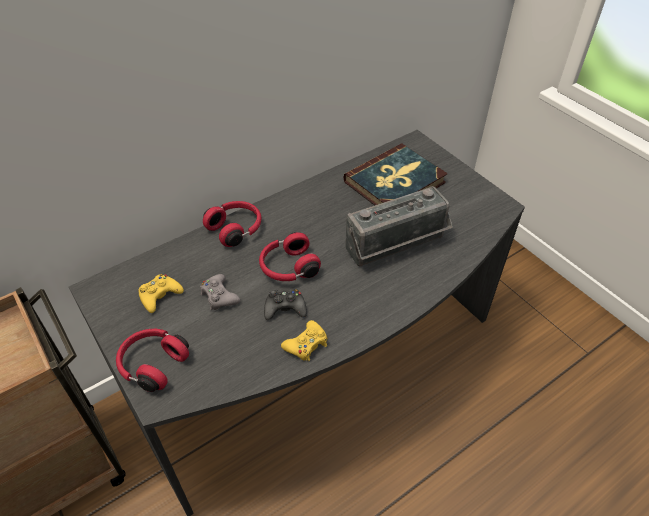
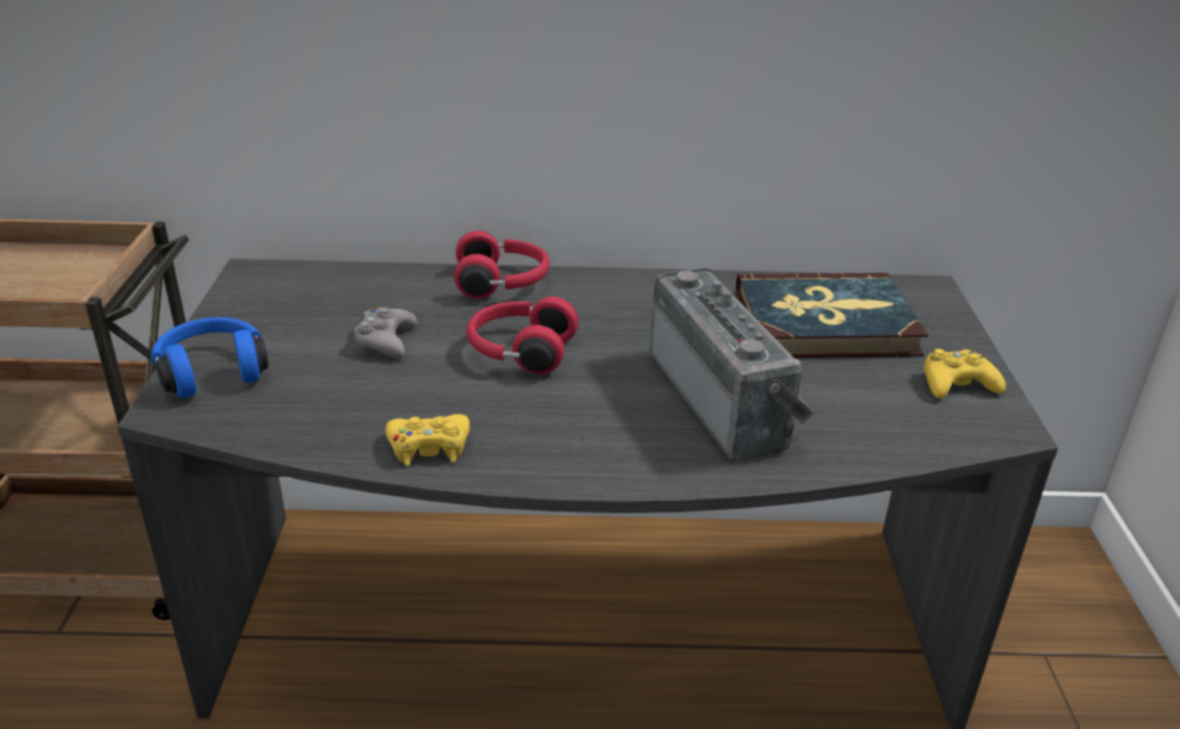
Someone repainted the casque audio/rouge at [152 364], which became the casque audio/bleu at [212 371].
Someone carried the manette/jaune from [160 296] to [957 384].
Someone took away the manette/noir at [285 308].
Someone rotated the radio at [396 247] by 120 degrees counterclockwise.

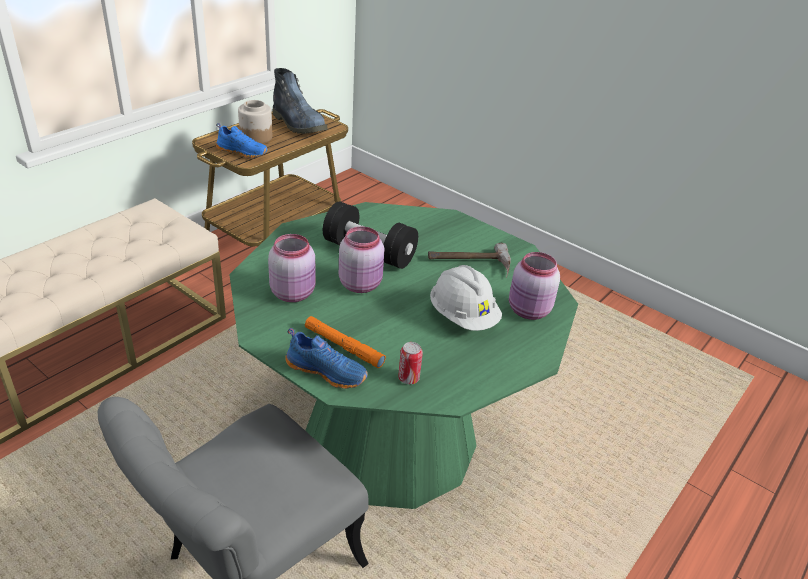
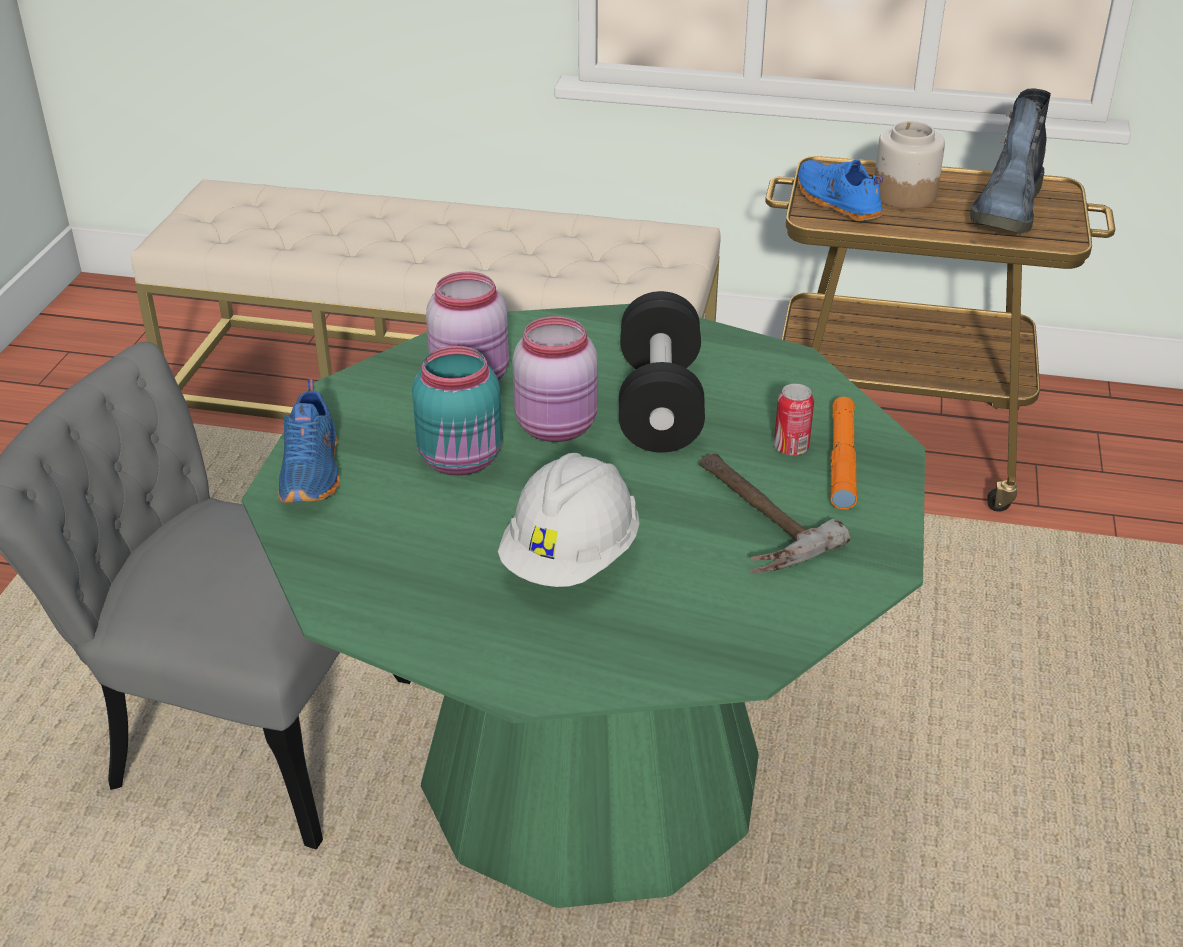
Someone rotated the chaussure/bleu at [243 152] by 150 degrees clockwise.
Someone carried the lampe de poche/orange from [344 346] to [842 460].
Someone carried the boîte métallique from [408 378] to [791 448].
Someone took away the bocal/rose at [529 311].
Someone put down the bocal/turquoise at [462 460].

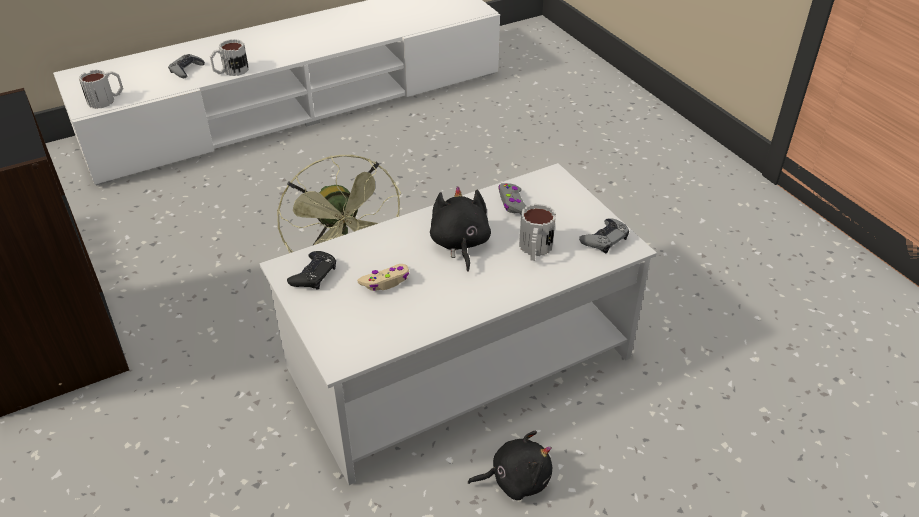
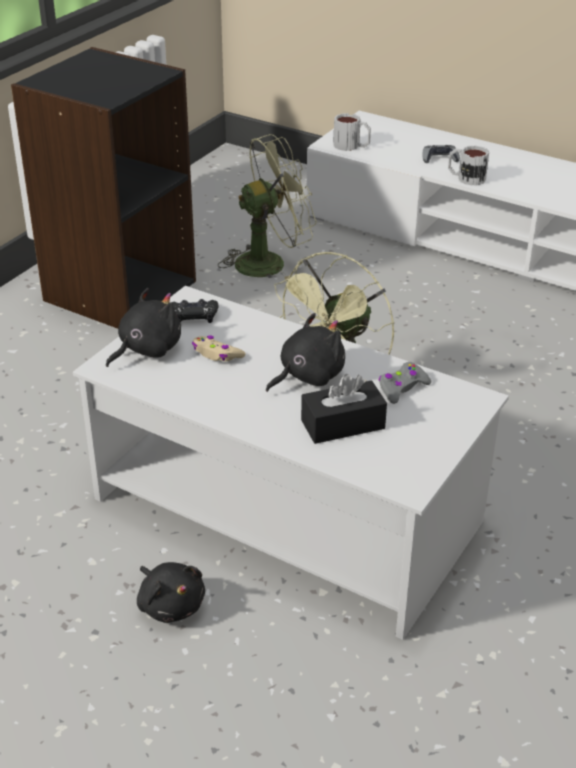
Someone swapped the mug at [535 250] for the boîte à mouchoirs/noir at [343 424].
Someone took away the manette/gris at [604 239].
Someone put down the peluche/noir at [146 349].
Someone put down the ventilateur/vert at [269 262].

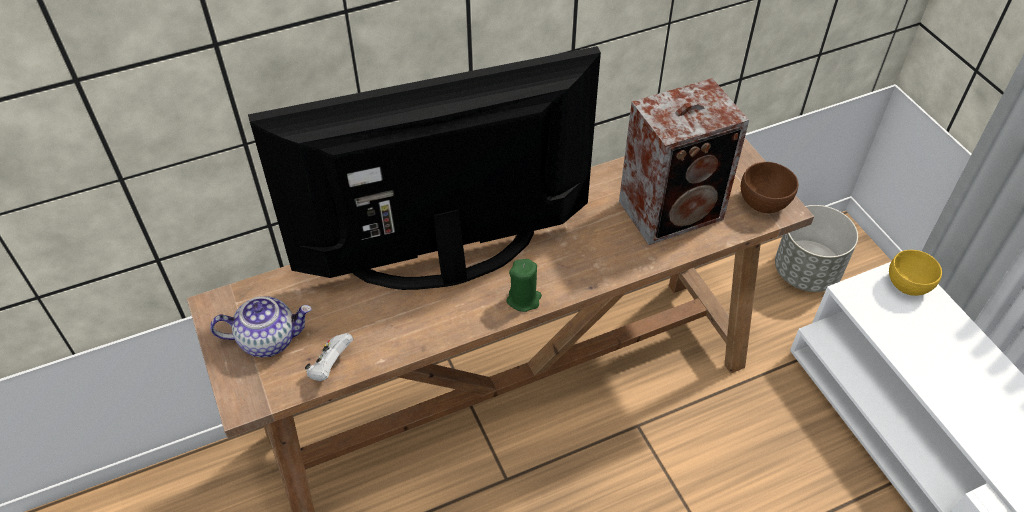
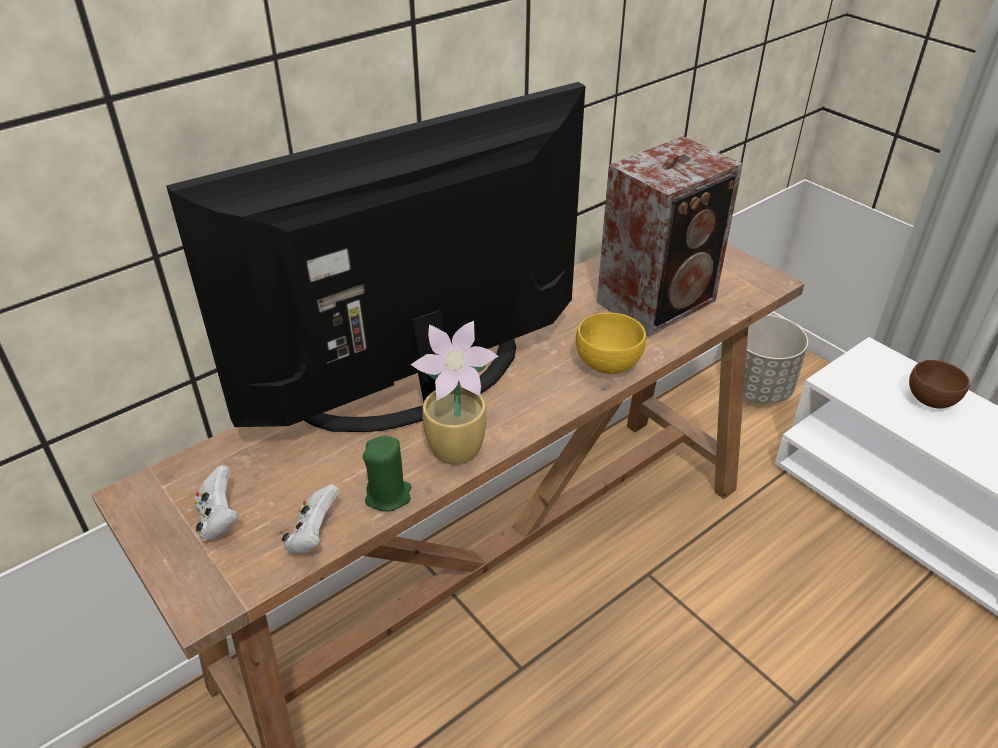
Someone swapped the théière at [269 339] for the manette/blanc at [219 519].
Someone carried the bougie/vert from [524 299] to [388 496].
Someone carried the bol/marron from [762 203] to [930 400].
Someone carried the bol/jaune from [907 286] to [607 365].
Someone put down the plante en pot at [458 449].

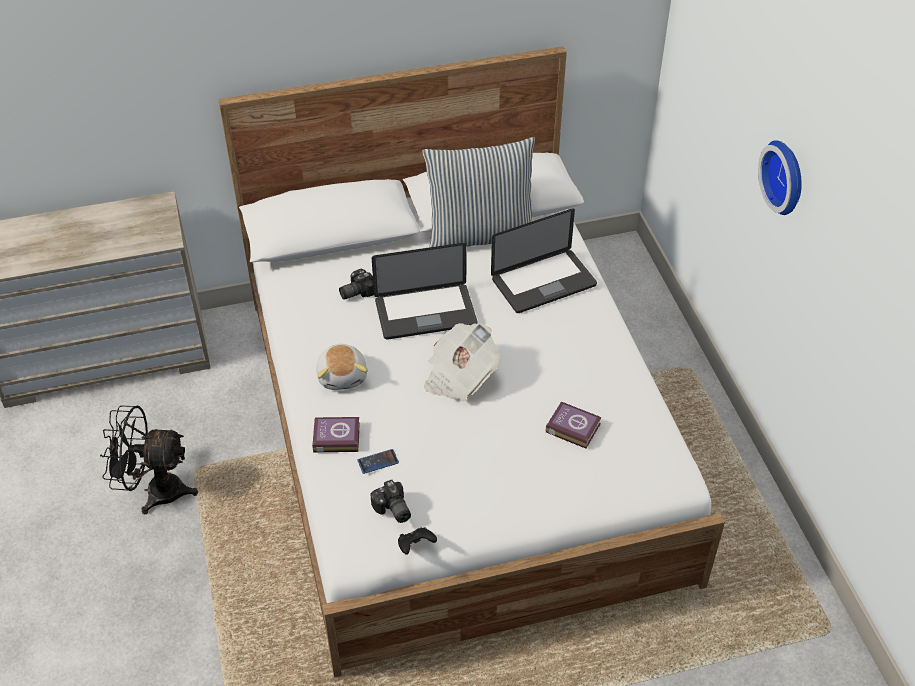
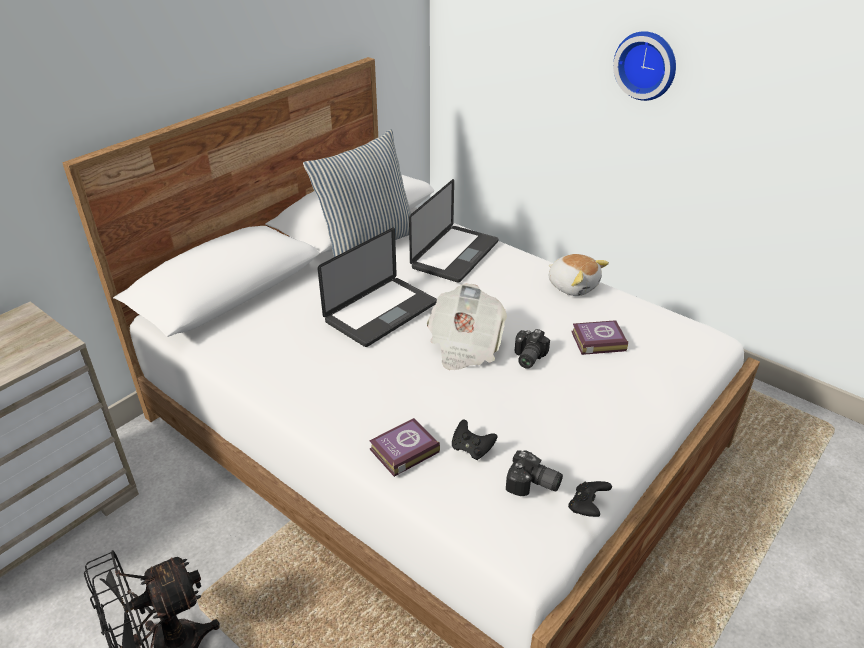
Someone carried the peluche from [343 375] to [573 286].
Someone carried the appareil photo from [355 291] to [527 357].
Someone swapped the téléphone at [378 461] for the manette/noir at [472 449].

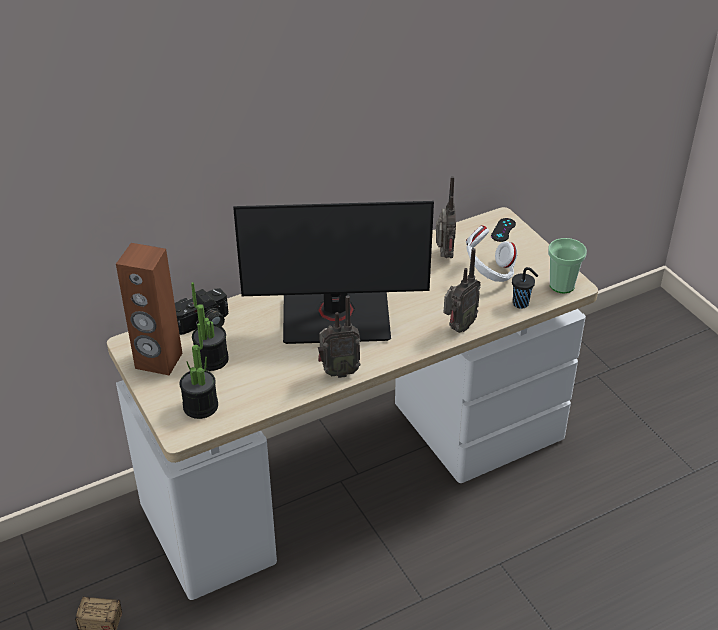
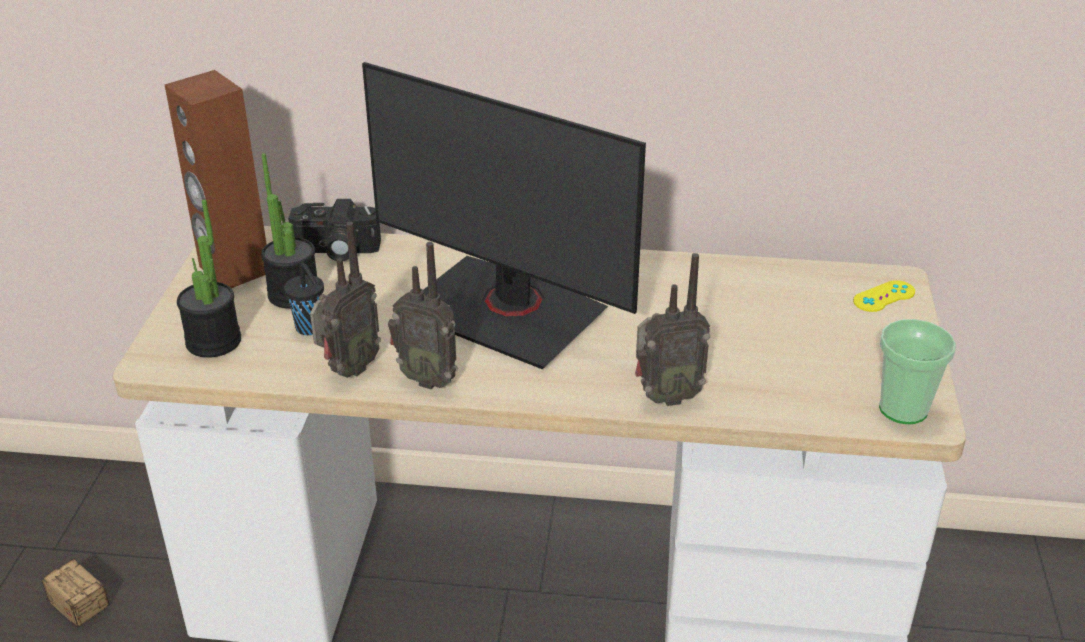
Someone carried the radio from [444 256] to [348 370].
Someone took away the casque audio/blanc at [489 273].
Someone repainted the manette/noir at [503 230], which became the manette/jaune at [884 296].
Someone carried the tasse/noir from [521 304] to [310 329].

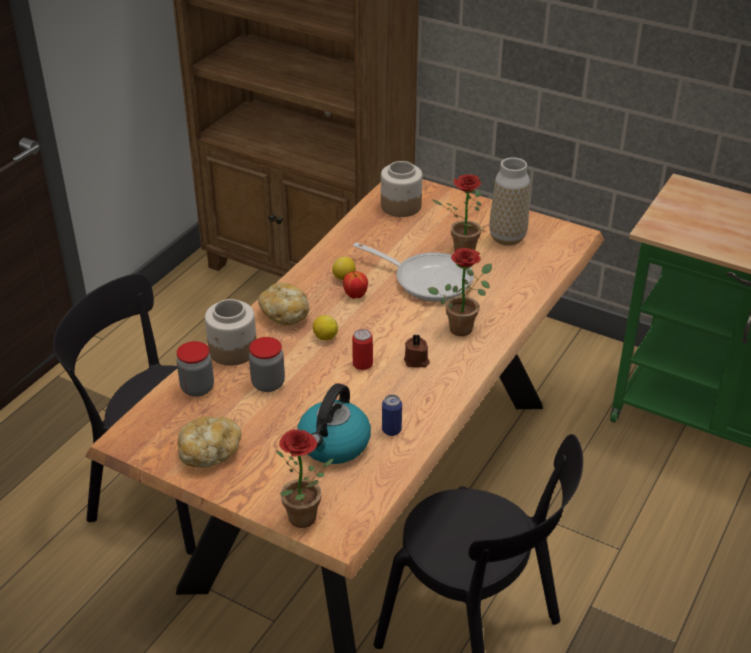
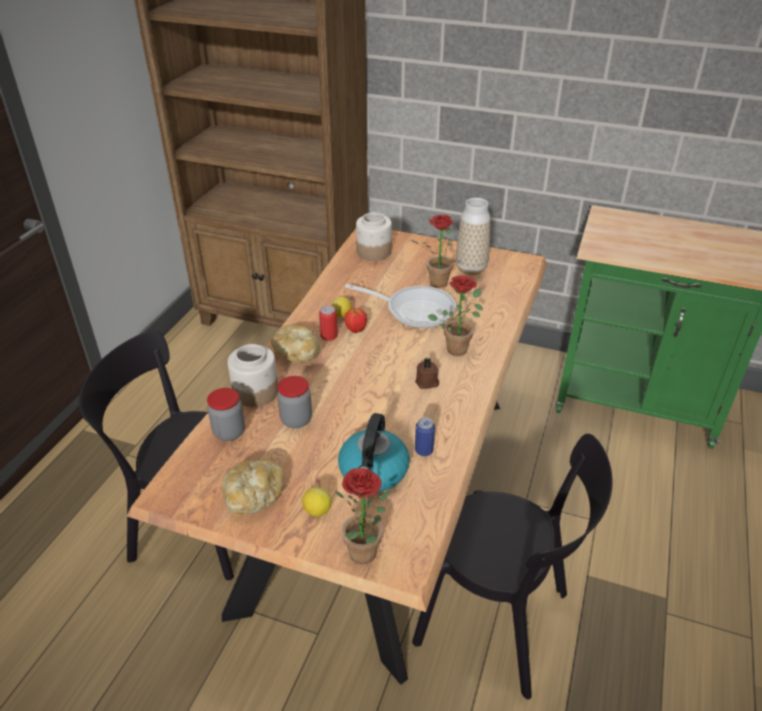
Someone carried the citron from [325 337] to [317 510].
Someone carried the boîte métallique from [362 364] to [329 336].

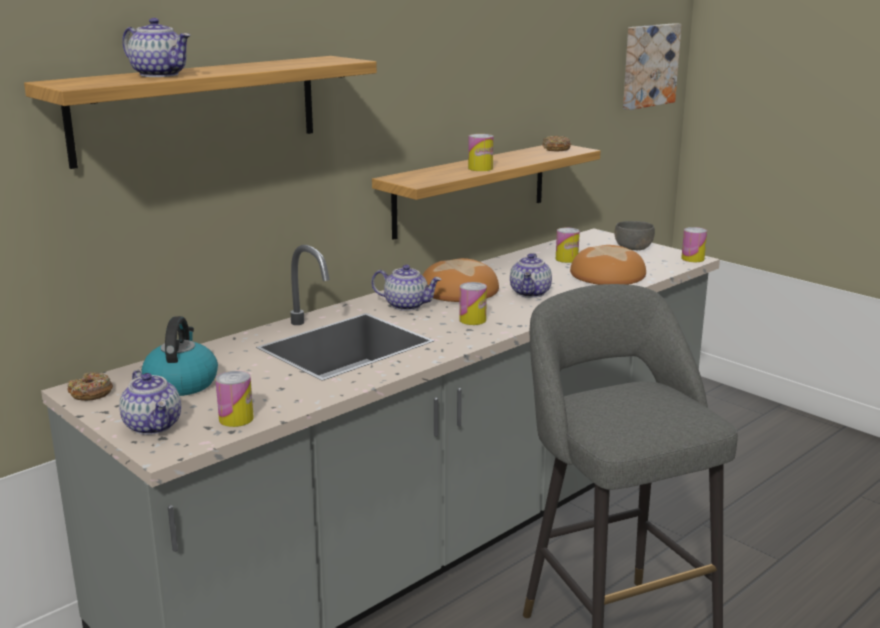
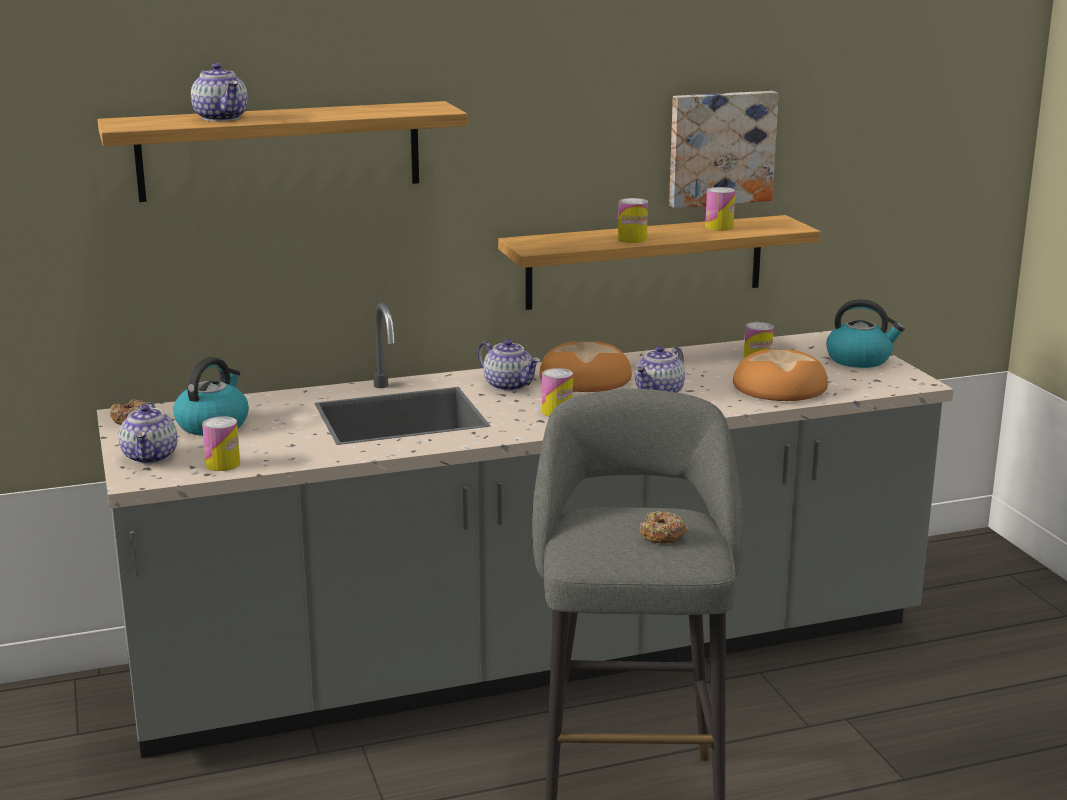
Someone carried the beignet from [556 149] to [662 535].
Someone swapped the bol/gris at [632 248] for the bouilloire at [859 359].
Someone carried the tableau from [648 65] to [720 148].
Someone carried the boîte métallique from [692 259] to [719 227].

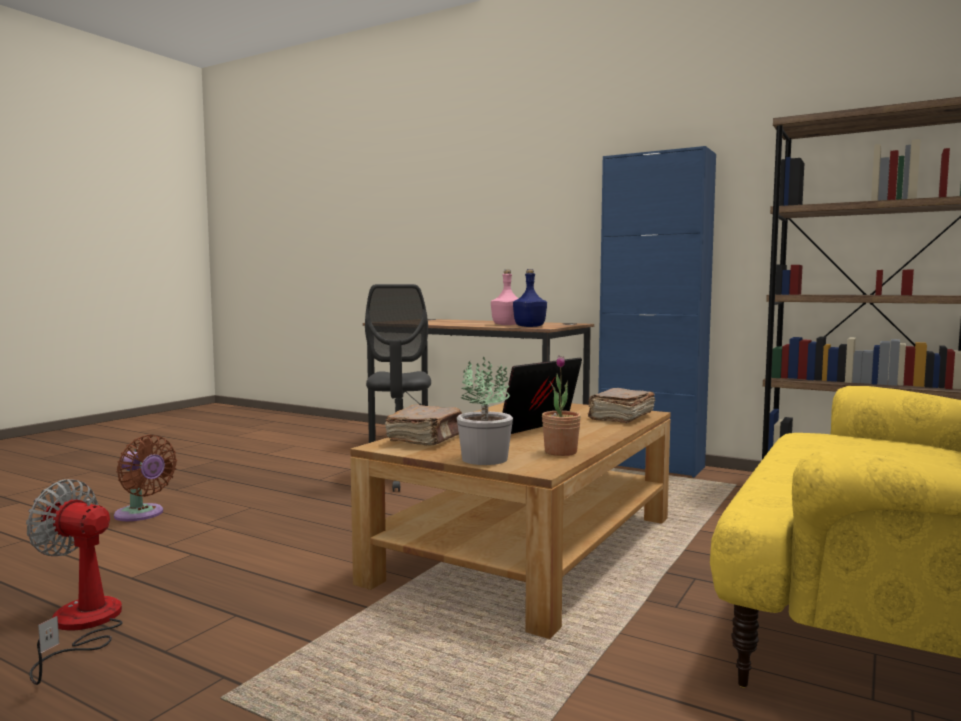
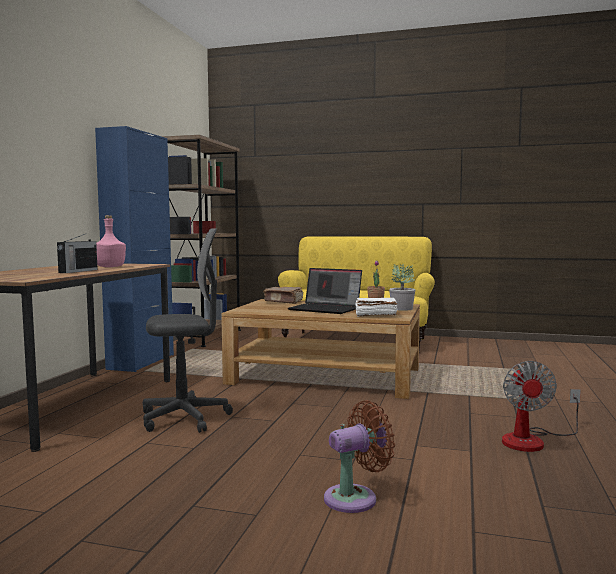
Someone rotated the ventilateur/marron at [142 515] by 45 degrees clockwise.
Someone repainted the livre/marron at [426 439], which became the livre/blanc at [375 315].
Someone took away the bouteille/bleu at [530 326].
Someone put down the radio at [77 271].

